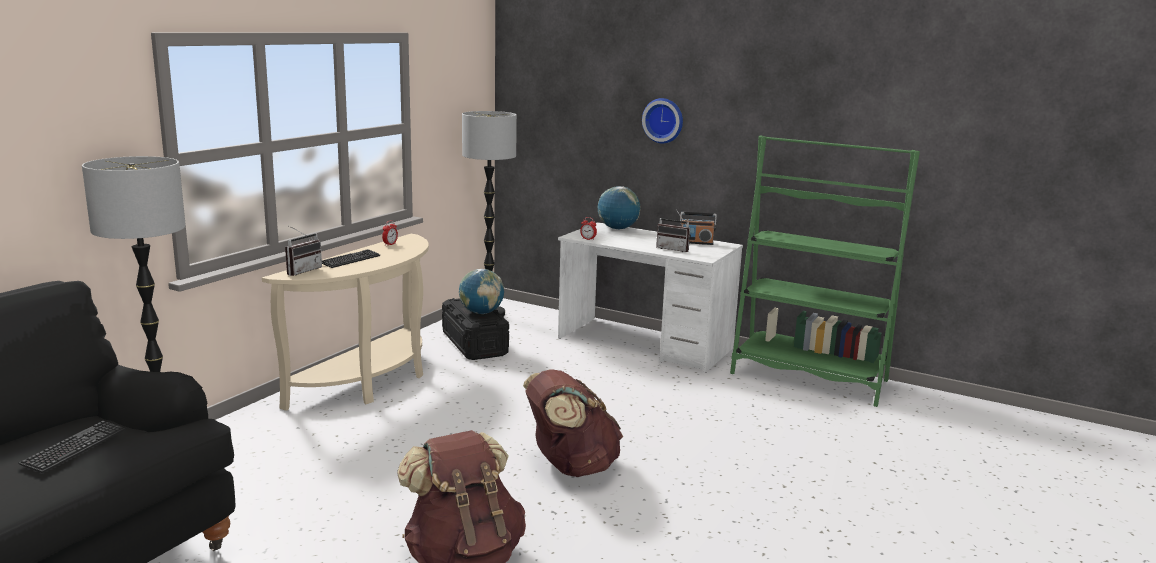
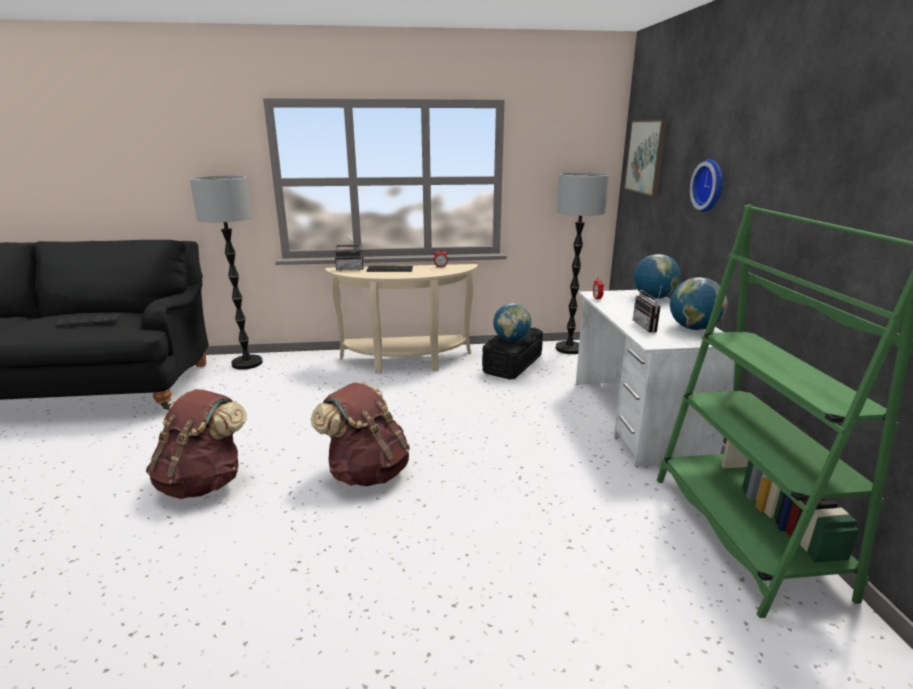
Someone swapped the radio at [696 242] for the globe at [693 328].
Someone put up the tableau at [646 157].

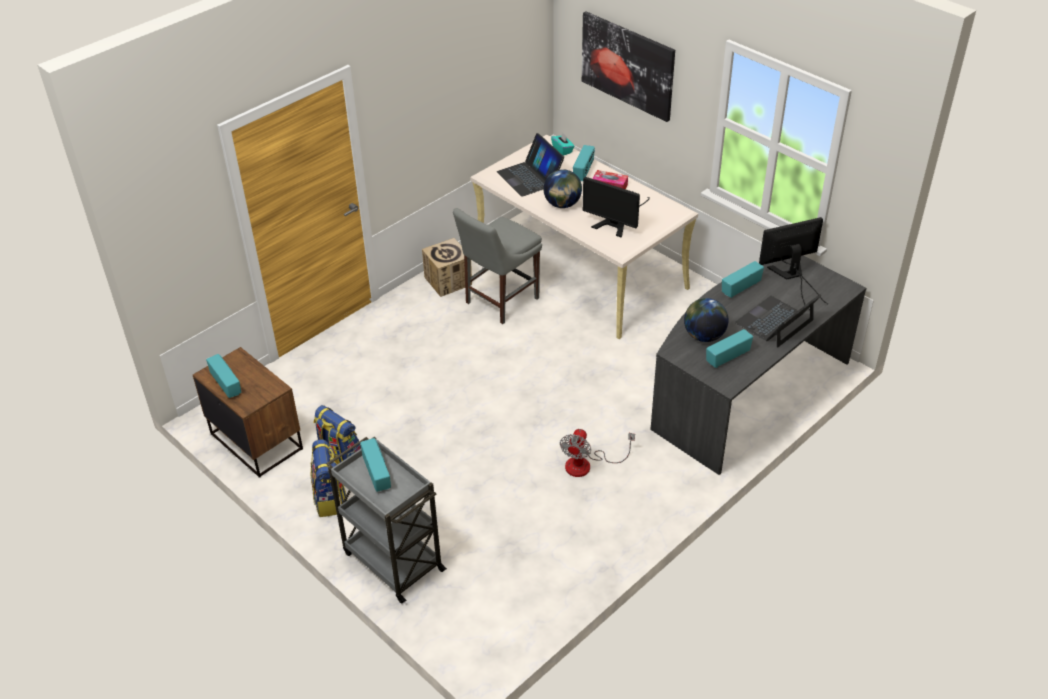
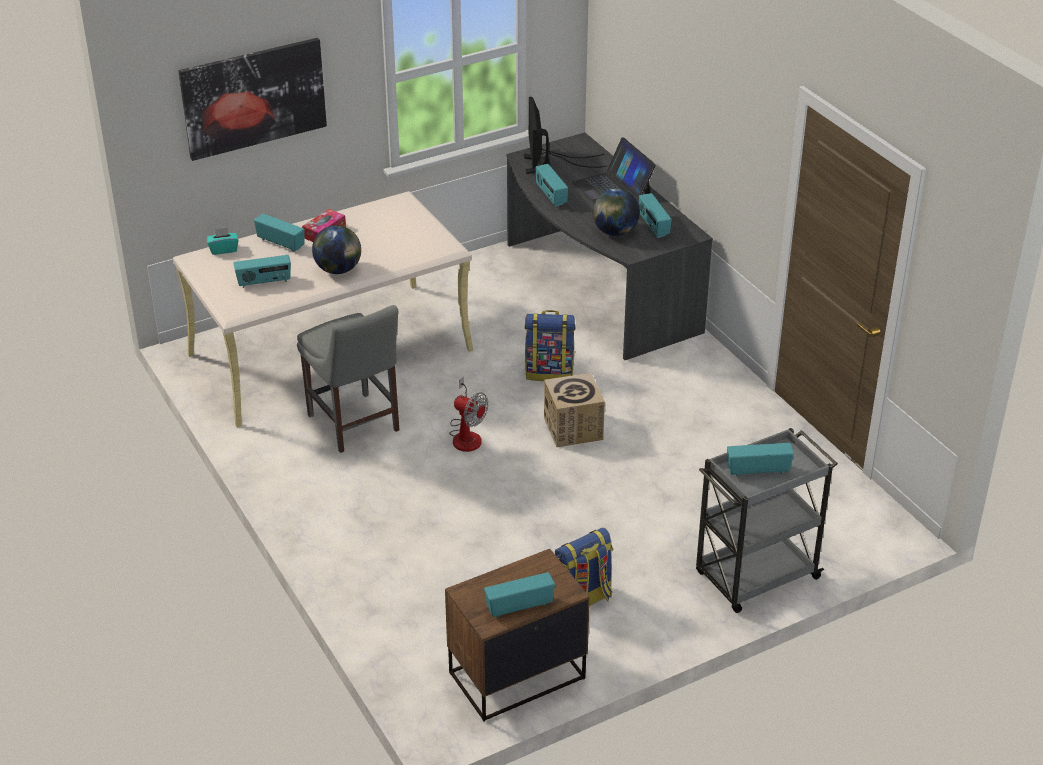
Someone carried the sac à dos from [330 499] to [549 372].
Someone carried the carton from [448 281] to [573 428].
Someone swapped the ordinateur portable at [530 177] for the radio at [264 282].
Someone carried the ventilateur from [587 465] to [466 435].
Someone took away the écran d'ordinateur at [616 221].

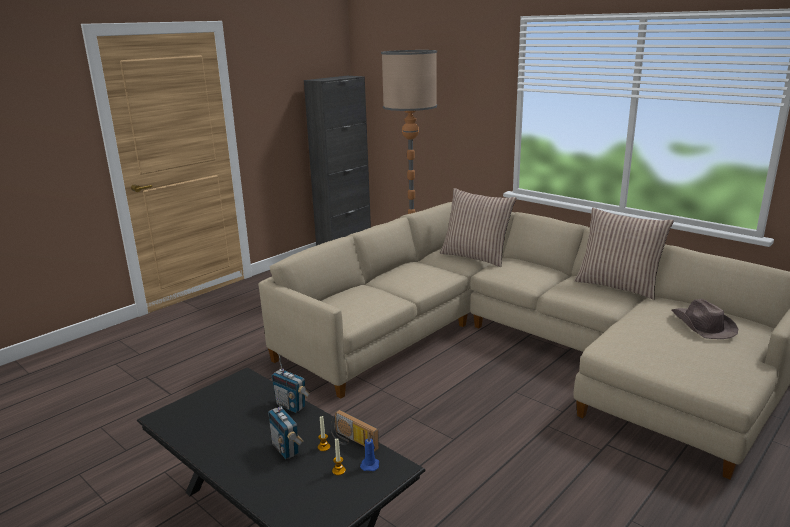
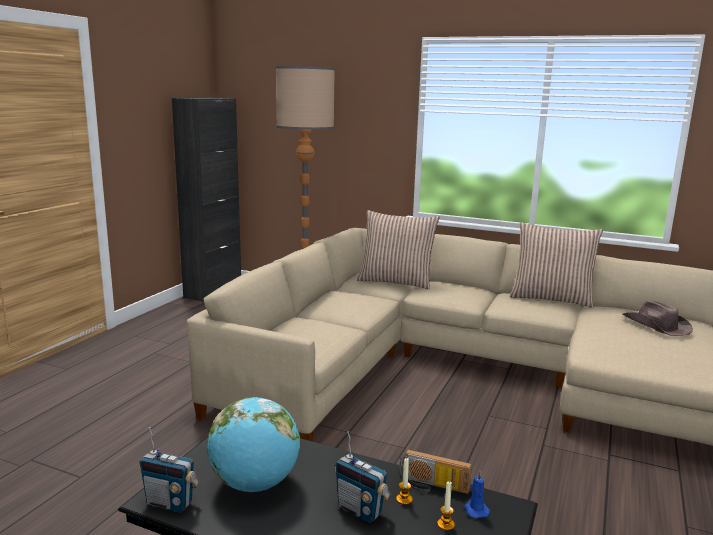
Someone carried the radio from [291 406] to [170 503].
Someone put down the globe at [255 484].

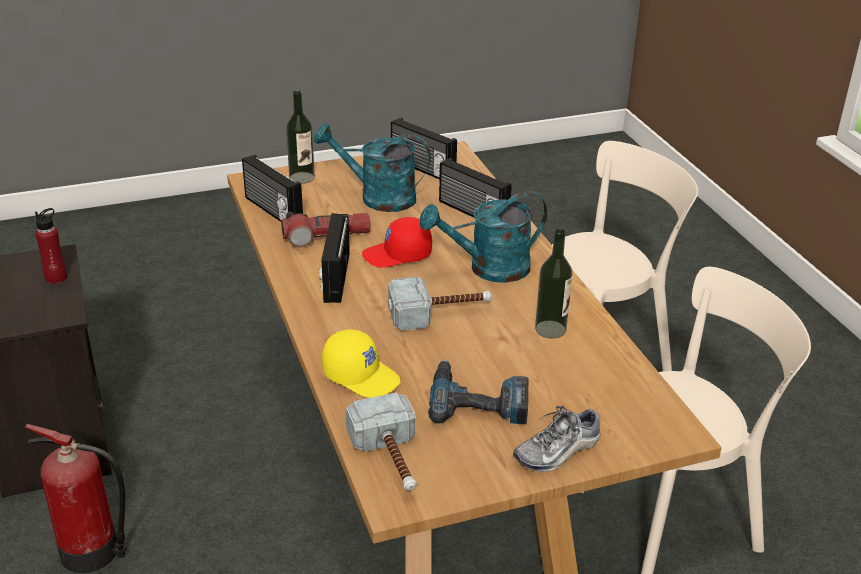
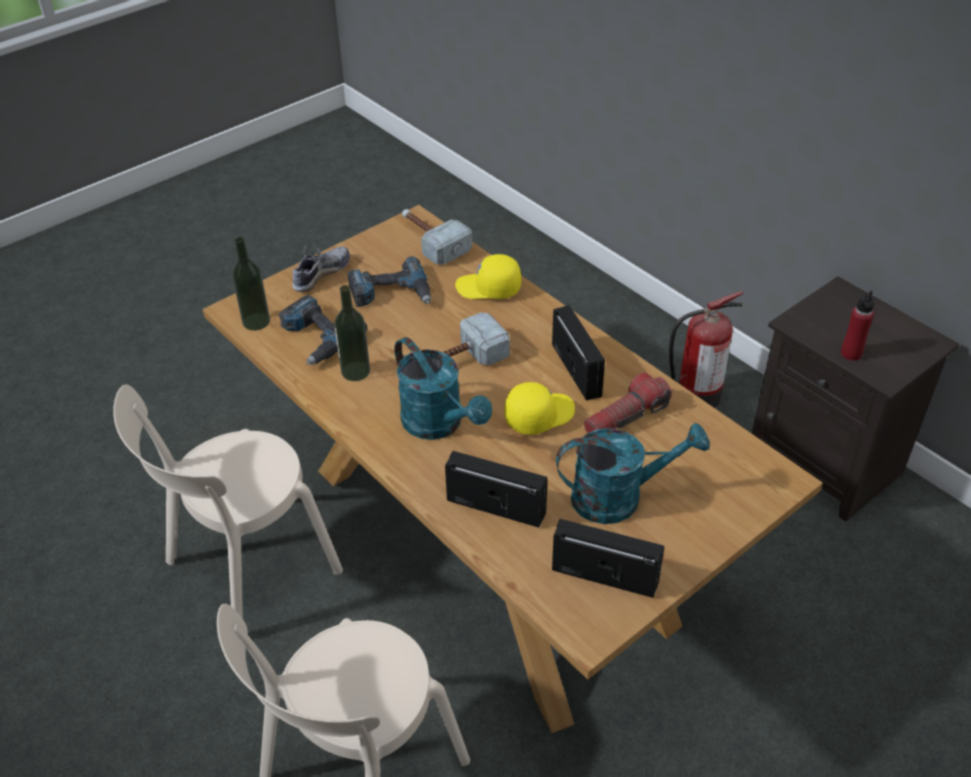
Someone took away the radio at [272 211].
Someone carried the bouteille from [302 177] to [256 321].
Someone repainted the casquette/rouge at [397 255], which became the casquette/jaune at [539 415].
Someone rotated the arrosoir/turquoise at [488 269] by 90 degrees clockwise.
Someone put down the perceuse at [316 337].

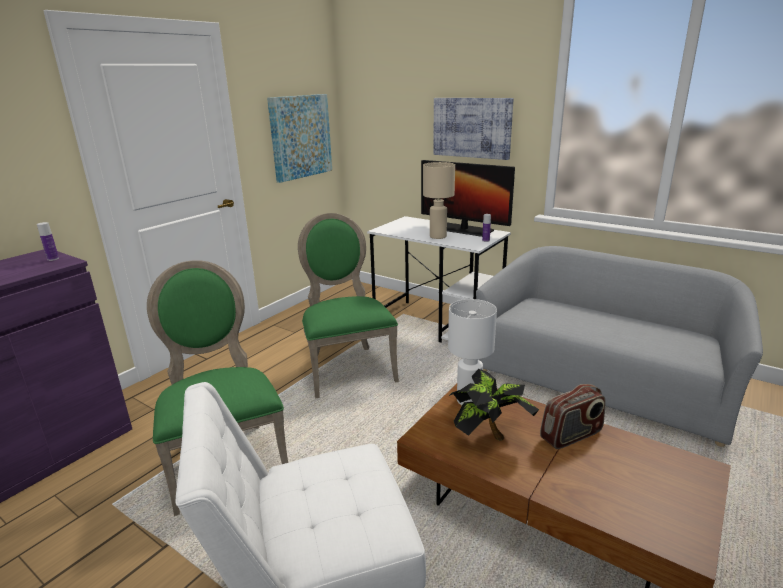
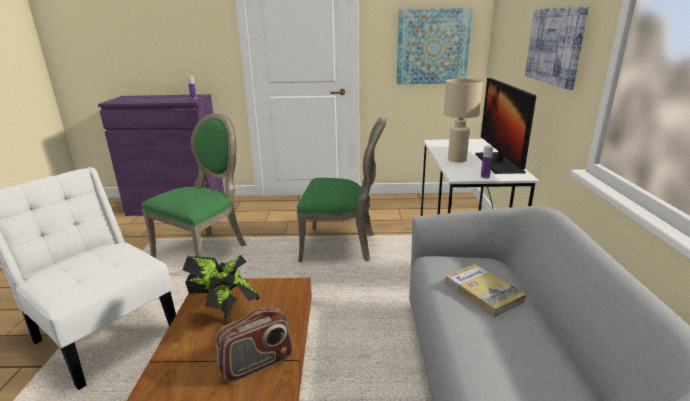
Someone rotated the chaise/vert at [347 368] by 60 degrees clockwise.
Someone took away the lampe de table/blanc at [469 400].
Someone rotated the radio at [571 435] by 60 degrees counterclockwise.
Someone put down the livre at [483 292].

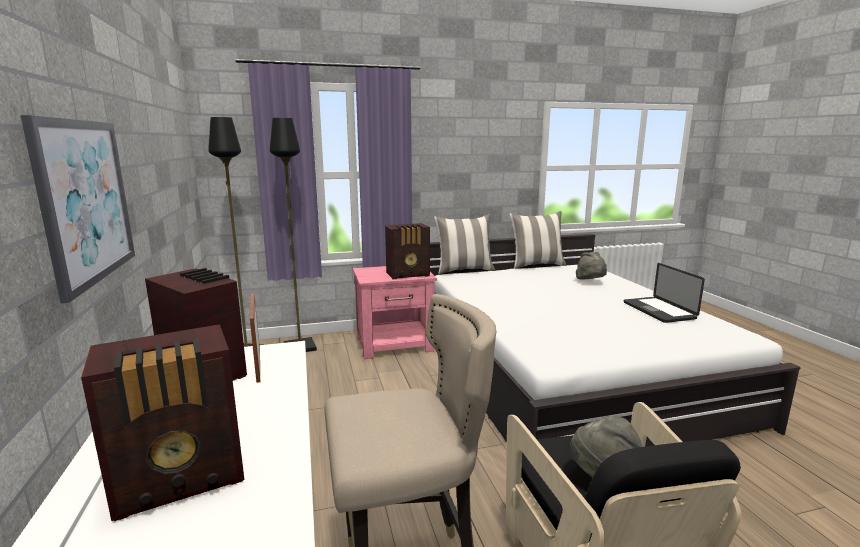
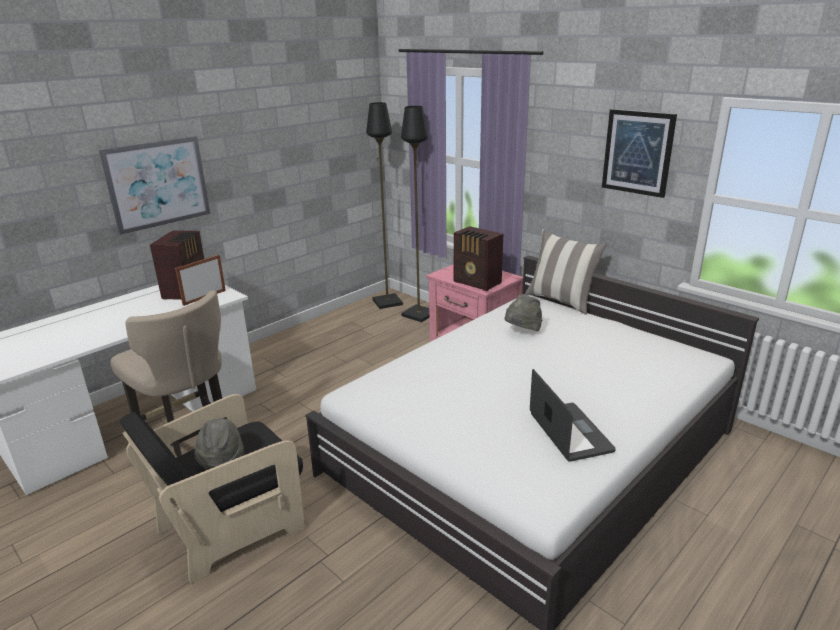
Someone took away the radio at [183 479].
Someone took away the coussin at [536 265].
Someone carried the chapeau/gris from [590 282] to [522 331].
Someone rotated the ordinateur portable at [658 310] by 120 degrees clockwise.
Someone put up the tableau at [637 152].

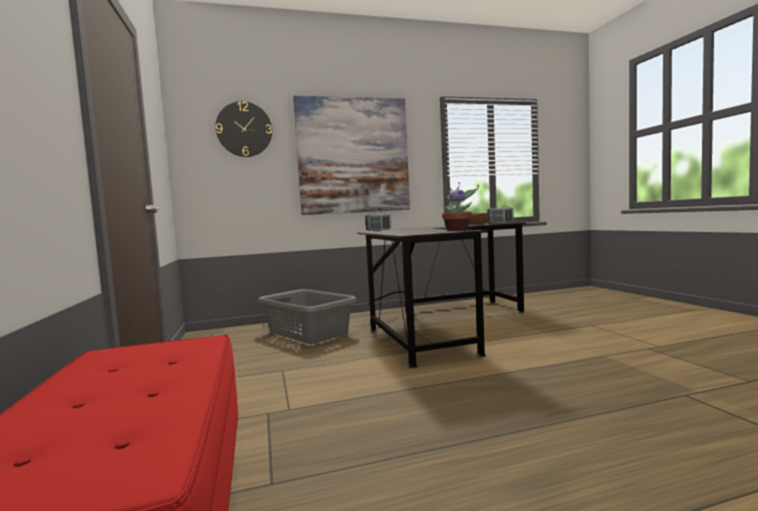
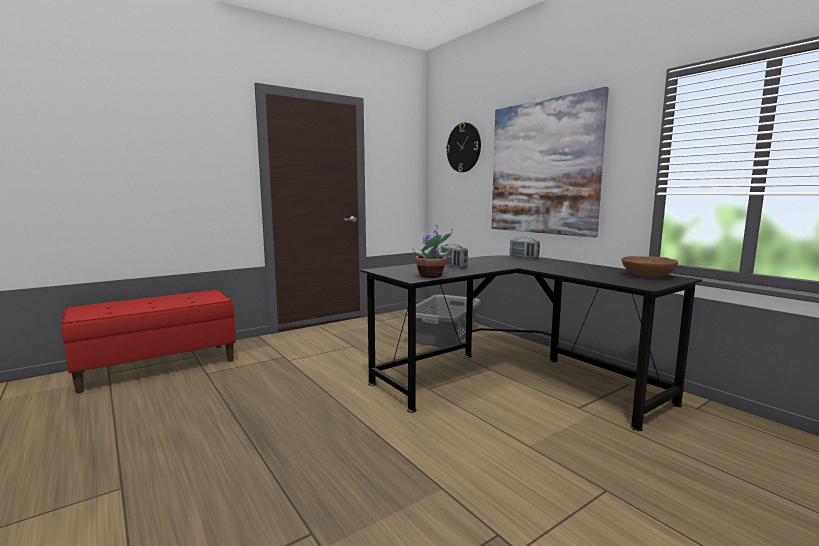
Someone carried the radio from [500 223] to [453 266].

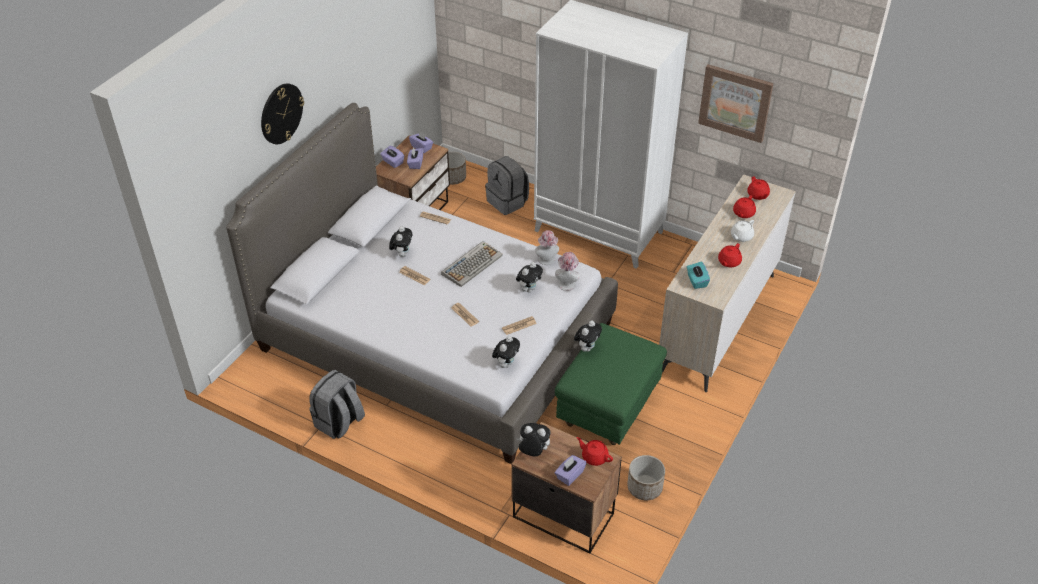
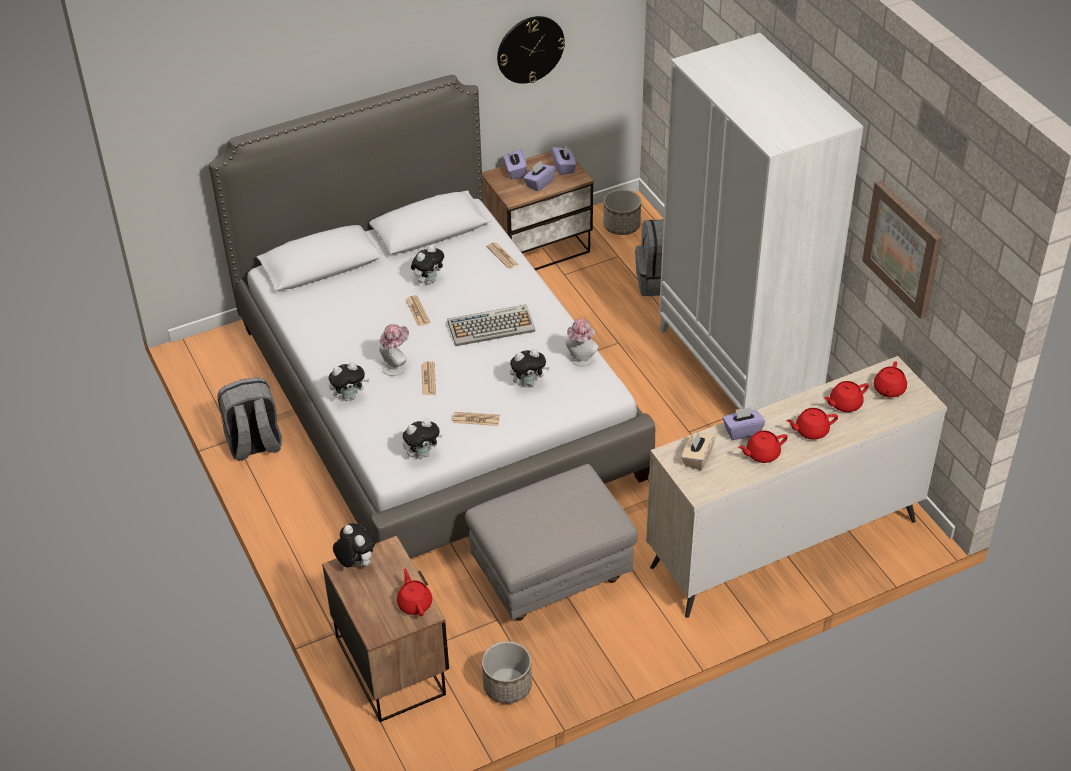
Someone carried the horloge murale from [281 113] to [530 49].
Someone carried the chapeau from [567 283] to [396 366].
Someone repainted the pouf/vert at [608 407], which became the pouf/gris at [551 575].
Someone carried the boîte à mouchoirs/violet from [569 475] to [742 431].
Someone carried the peluche from [587 347] to [349 396].
Someone repainted the boîte à mouchoirs/turquoise at [696 281], which became the boîte à mouchoirs/beige at [697 458].
Someone repainted the théière/blanc at [741 236], which became the théière/rouge at [811 431].

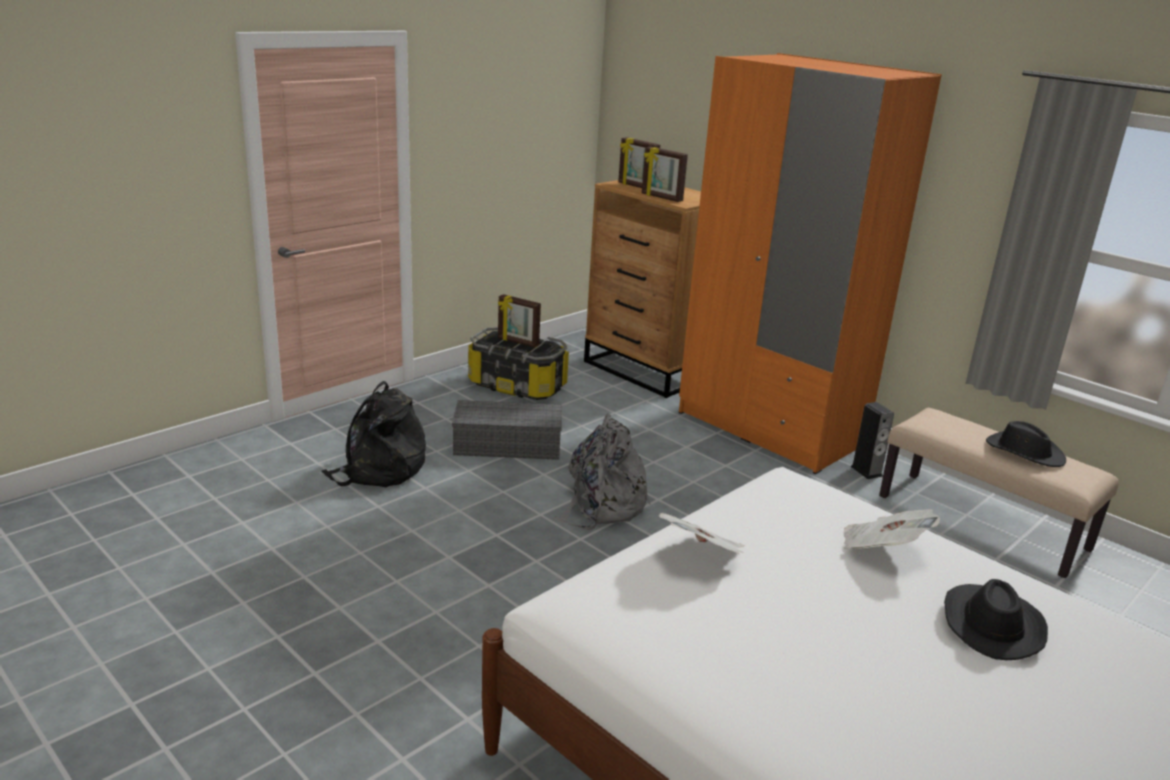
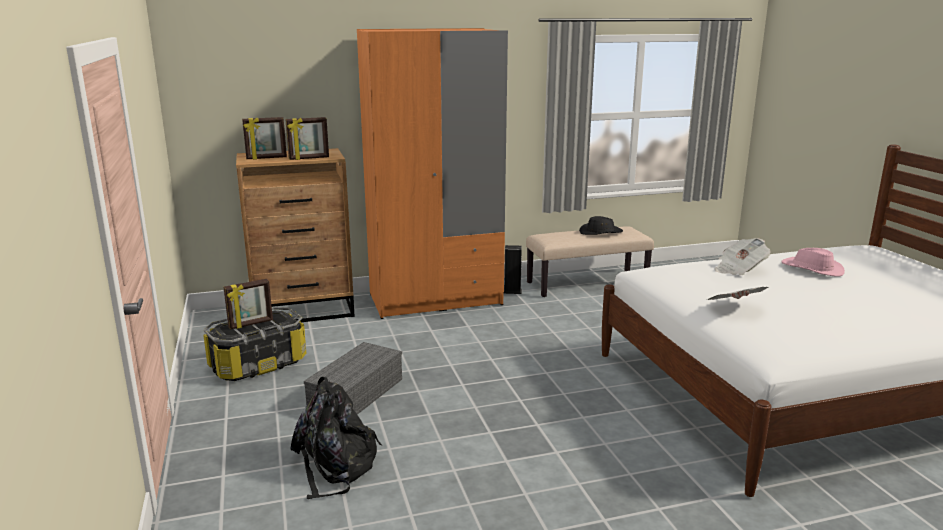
Someone took away the sac à dos/gris at [602 506].
Someone repainted the chapeau/noir at [991 624], which became the chapeau/rose at [812 269].

